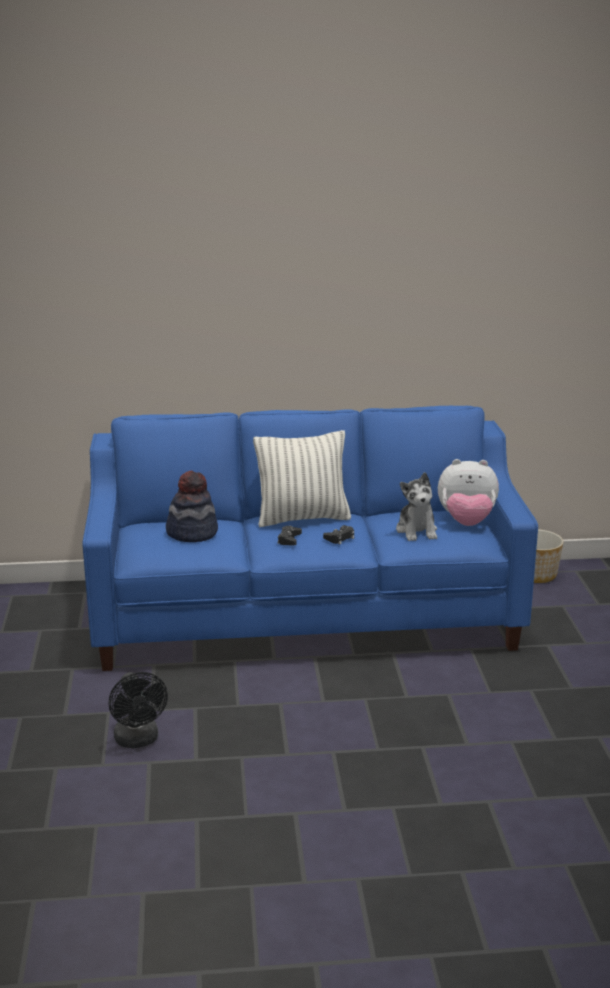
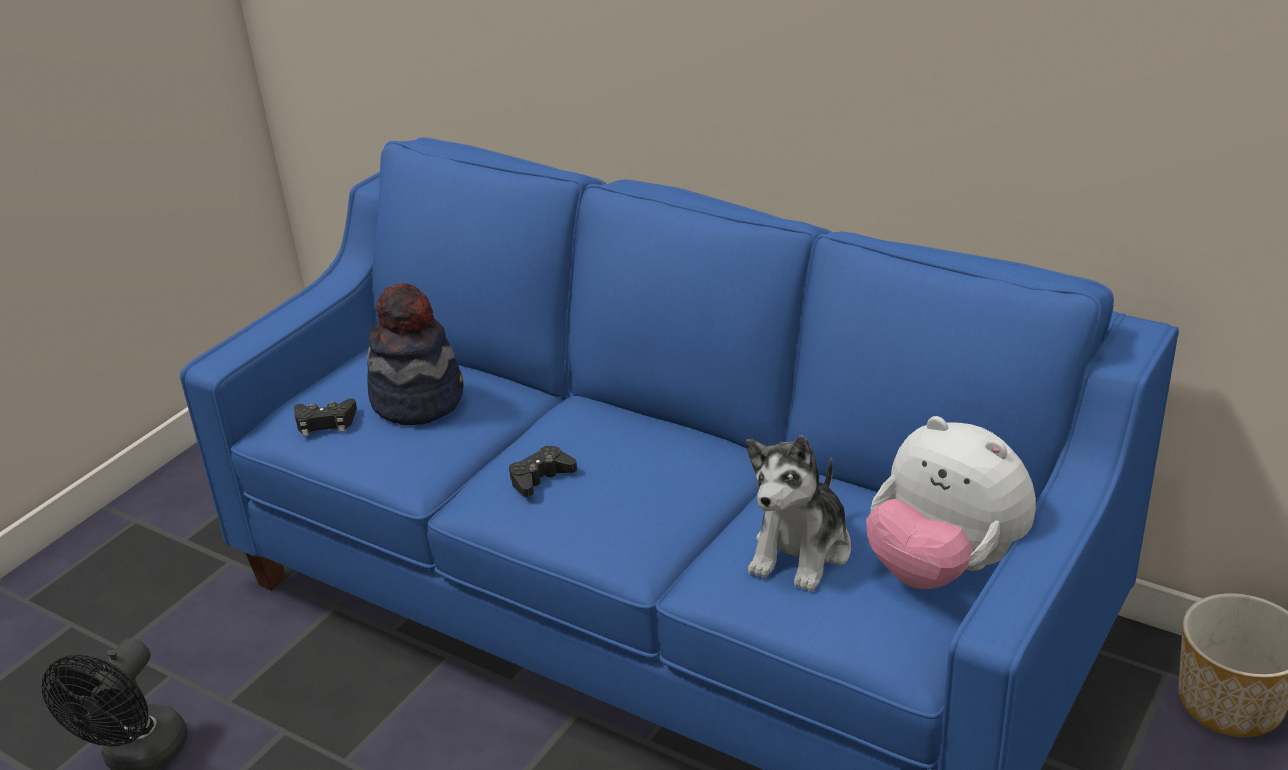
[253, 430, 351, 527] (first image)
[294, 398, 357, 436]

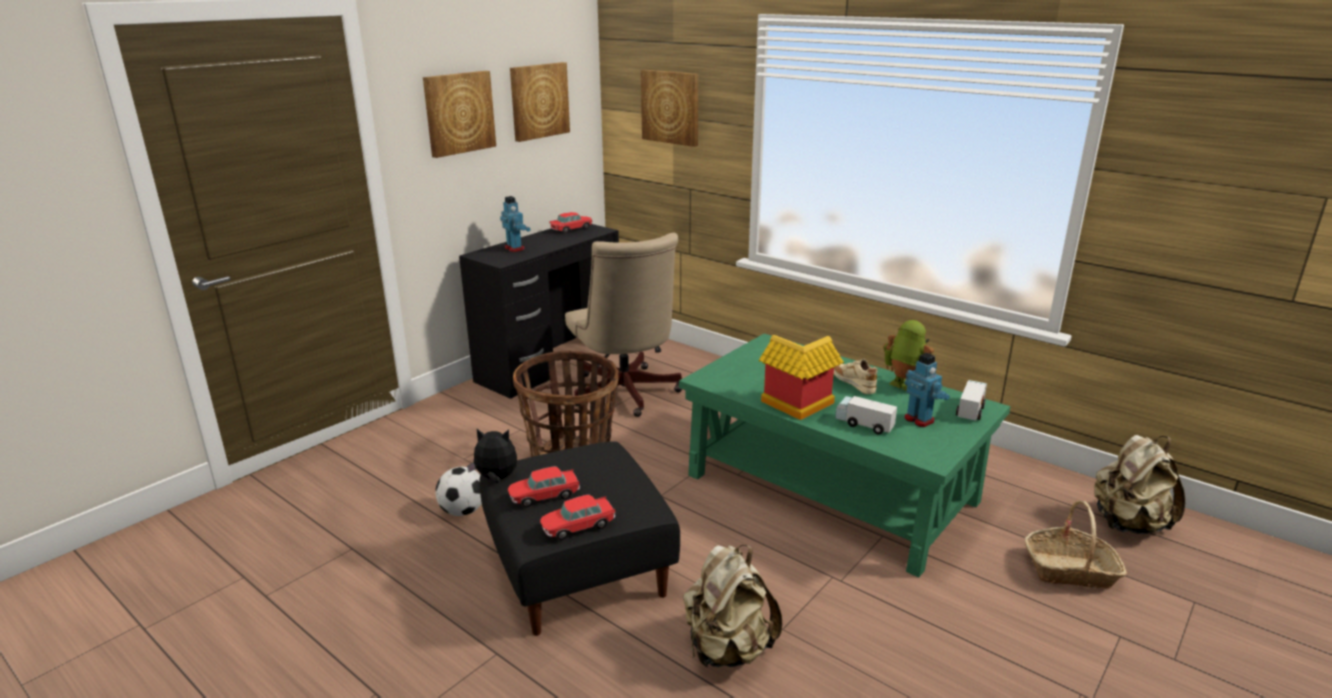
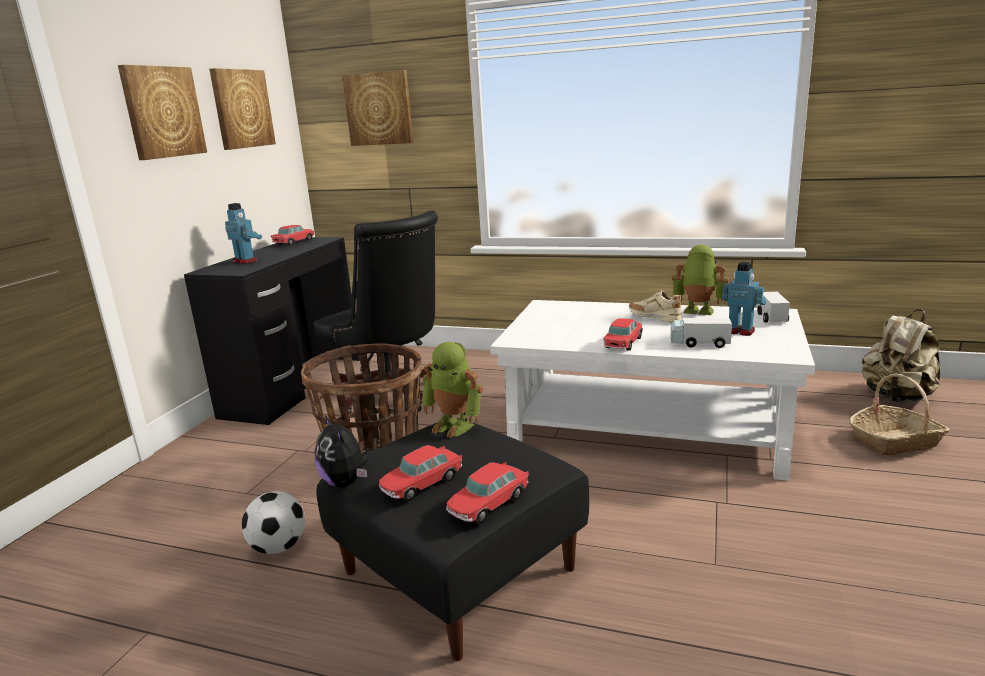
[683, 545, 782, 668] (first image)
[422, 342, 483, 438]
[604, 318, 643, 351]
[313, 210, 438, 413]
[490, 300, 815, 481]
[315, 414, 371, 488]

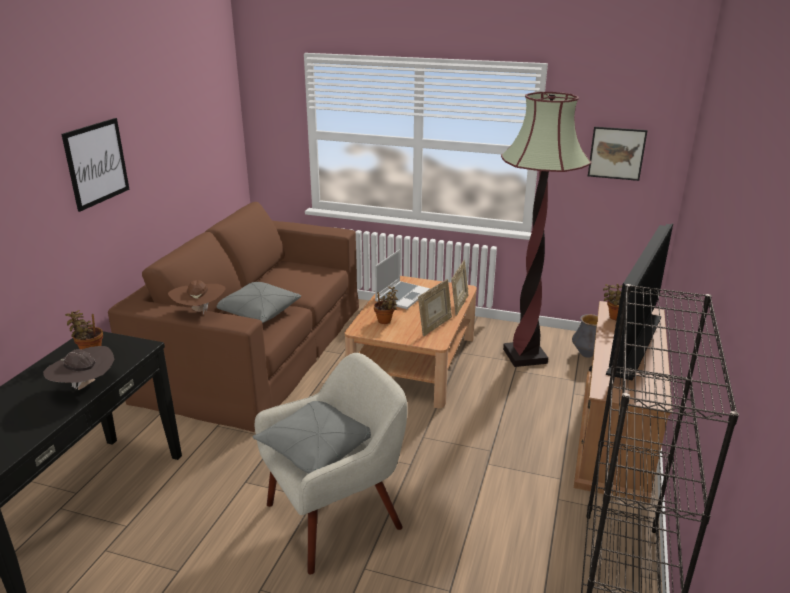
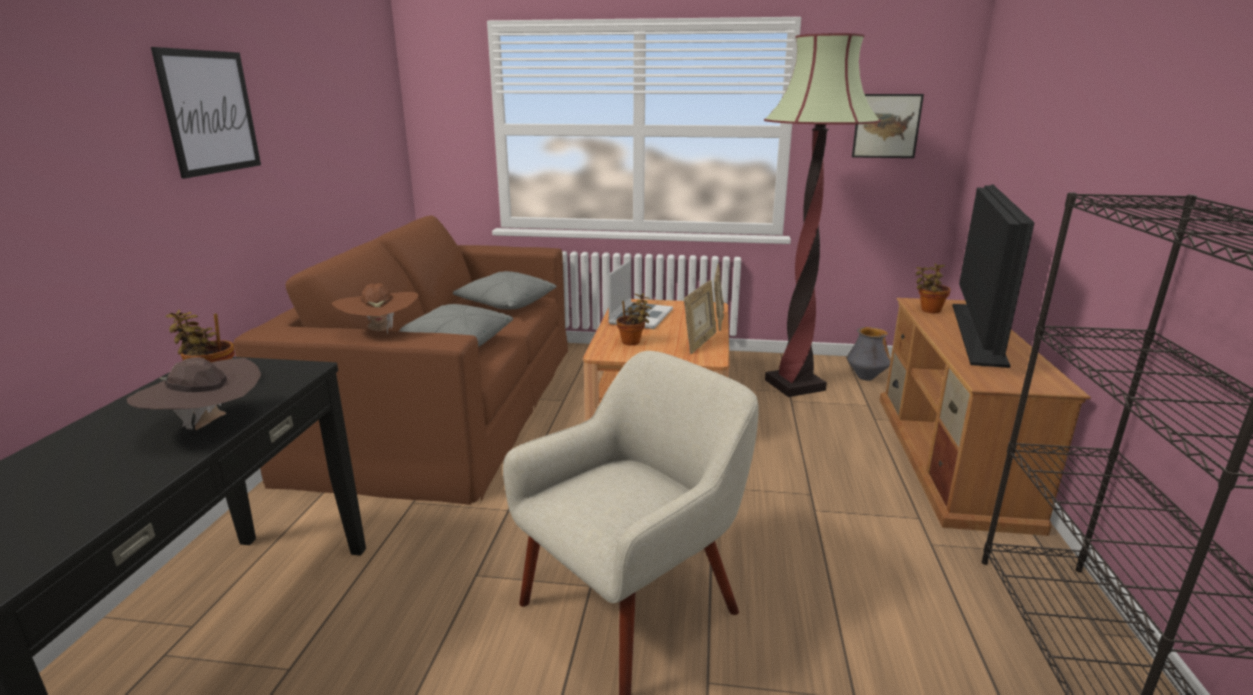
[453, 271, 556, 309]

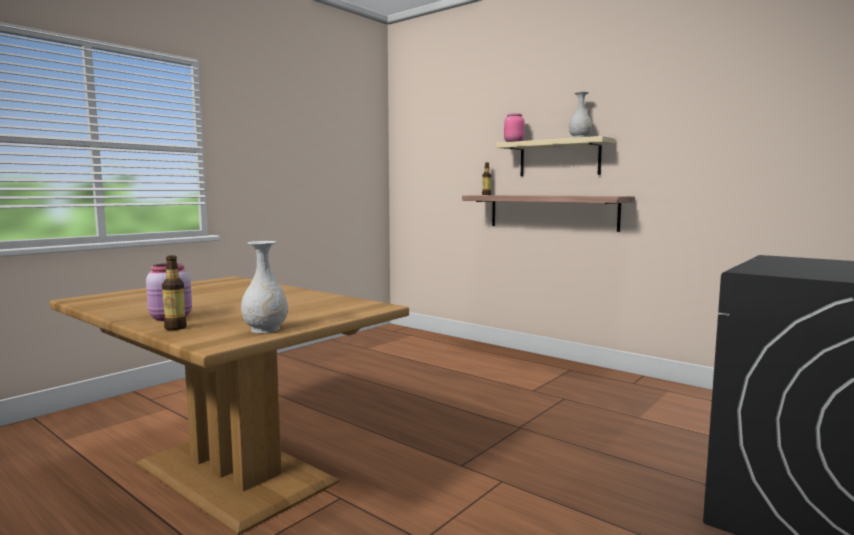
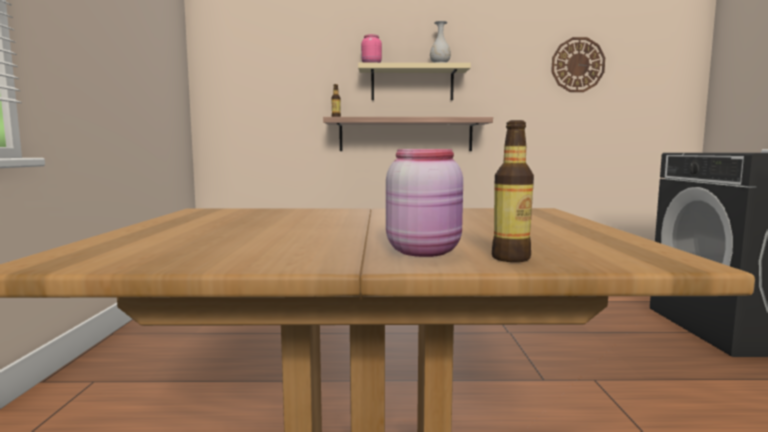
[241, 241, 288, 334] (first image)
[551, 37, 605, 92]

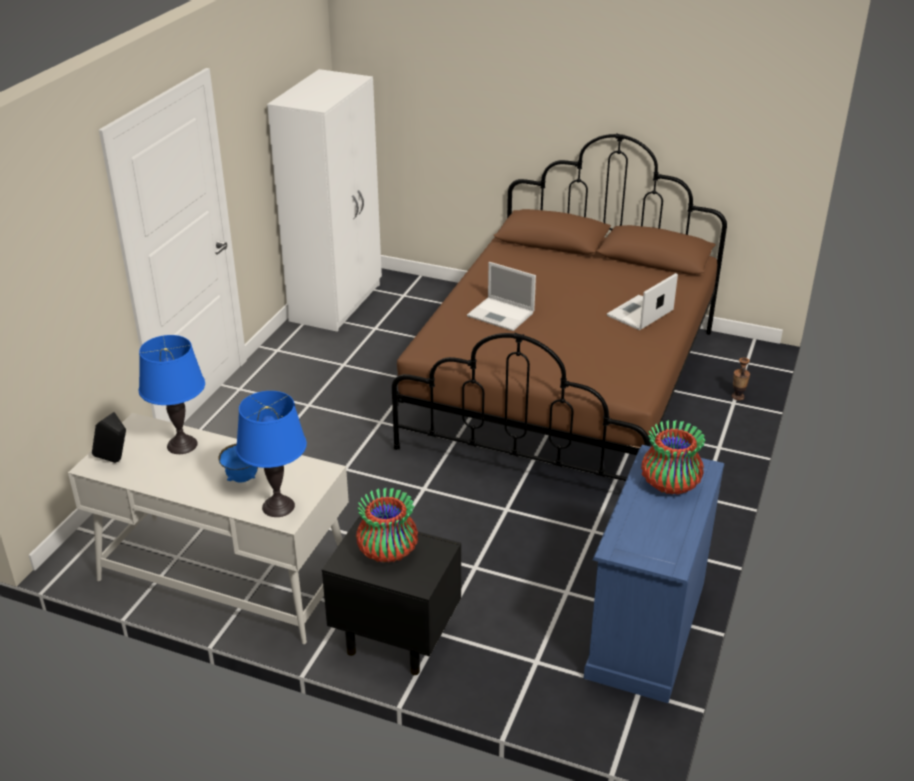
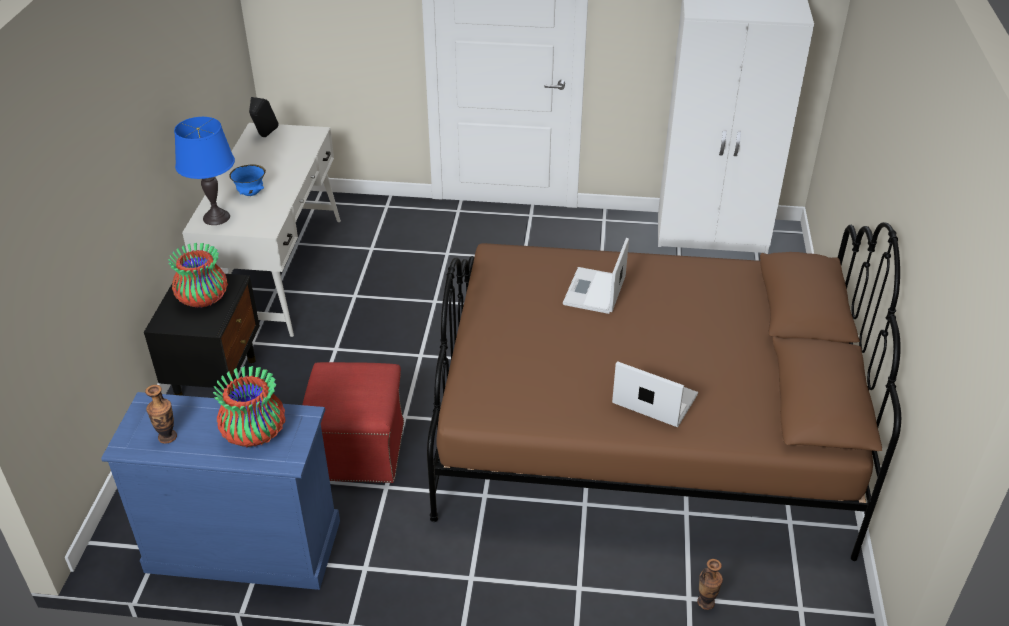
[139, 335, 205, 454] (first image)
[145, 385, 177, 444]
[302, 362, 404, 483]

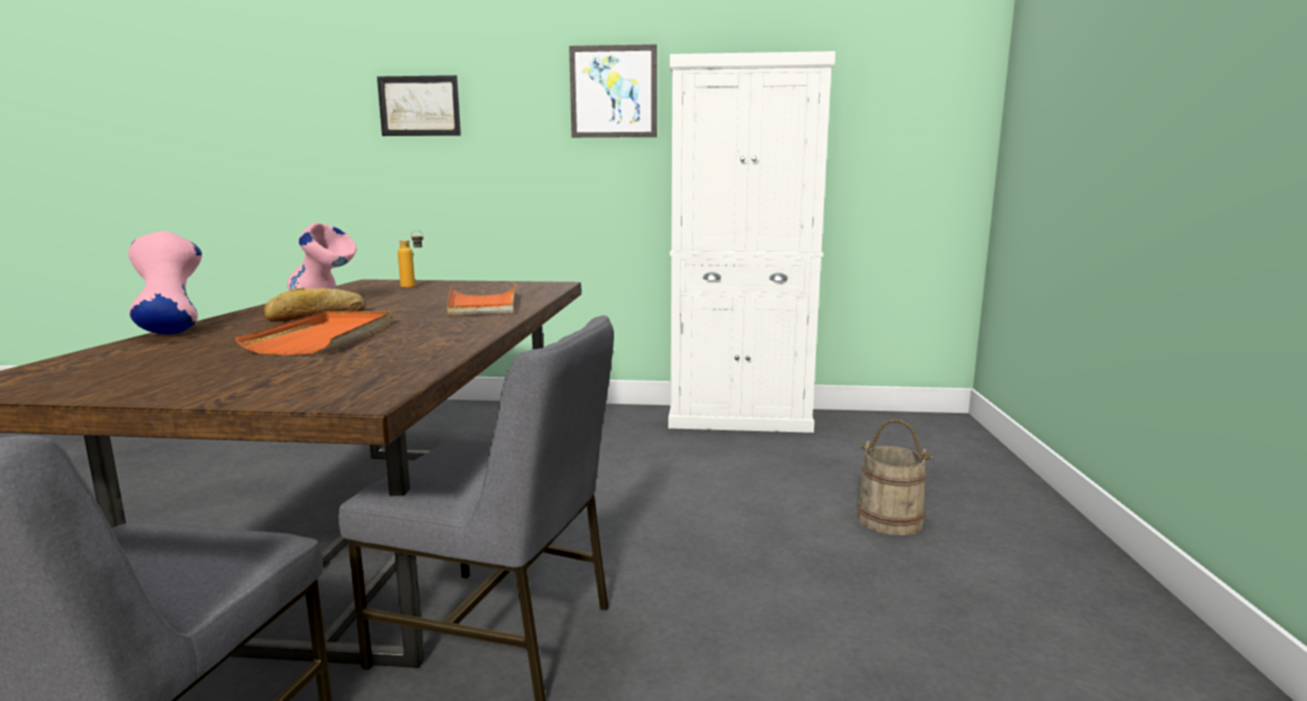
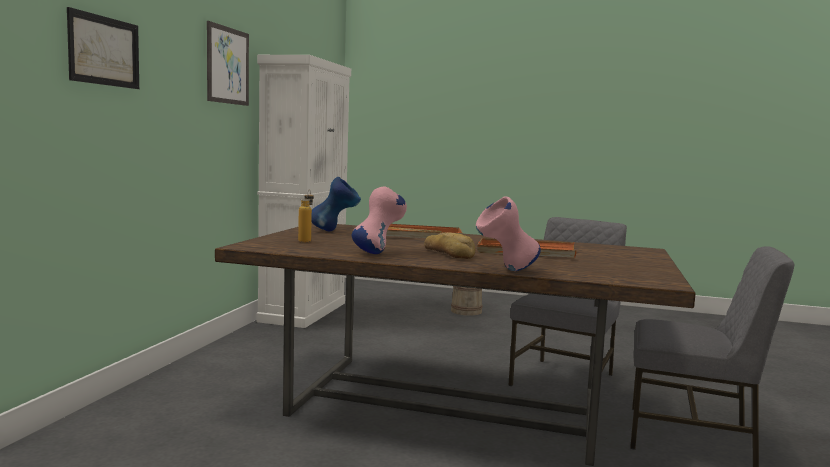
[311, 177, 361, 231]

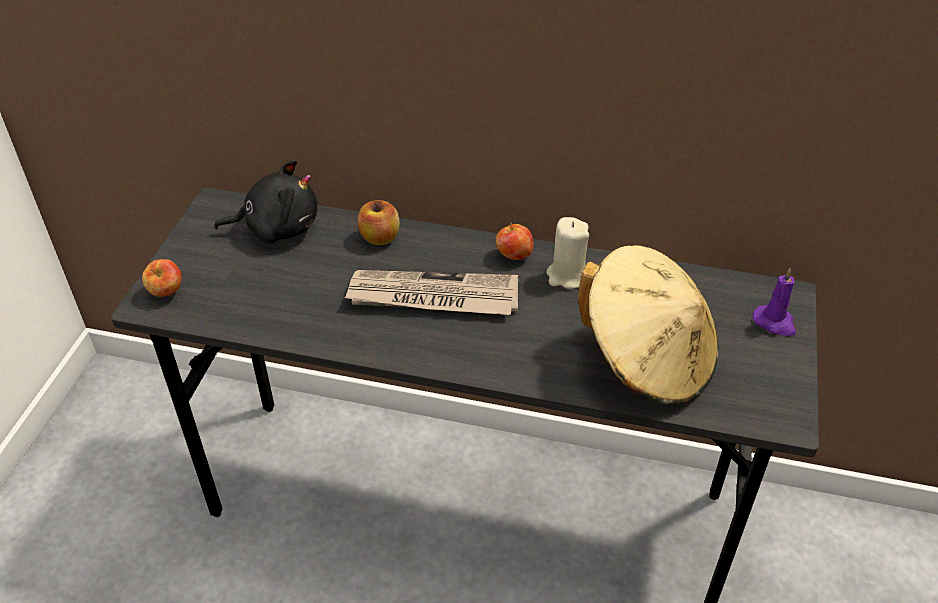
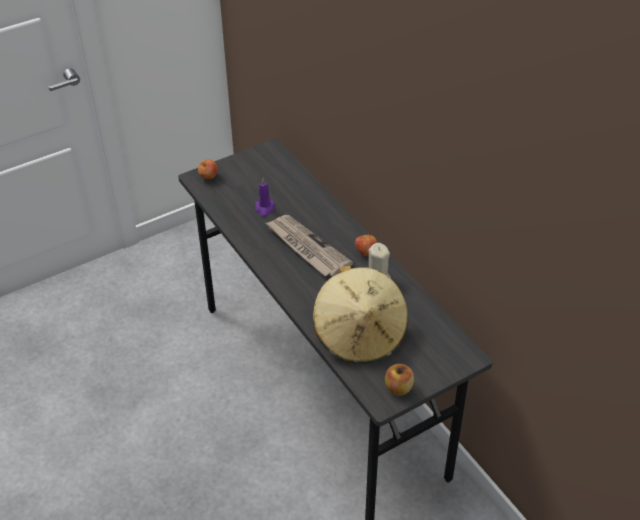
[214, 160, 318, 243] (first image)
[385, 364, 414, 395]
[255, 178, 275, 217]

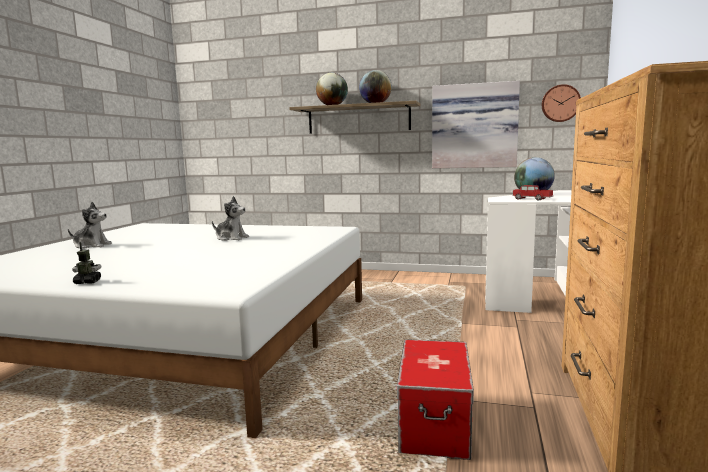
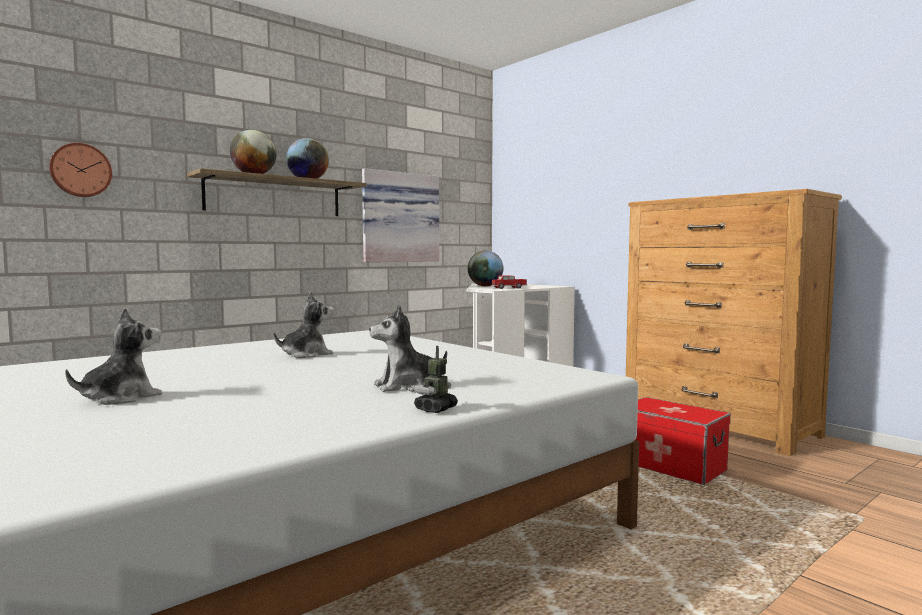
[369, 305, 447, 392]
[49, 143, 112, 197]

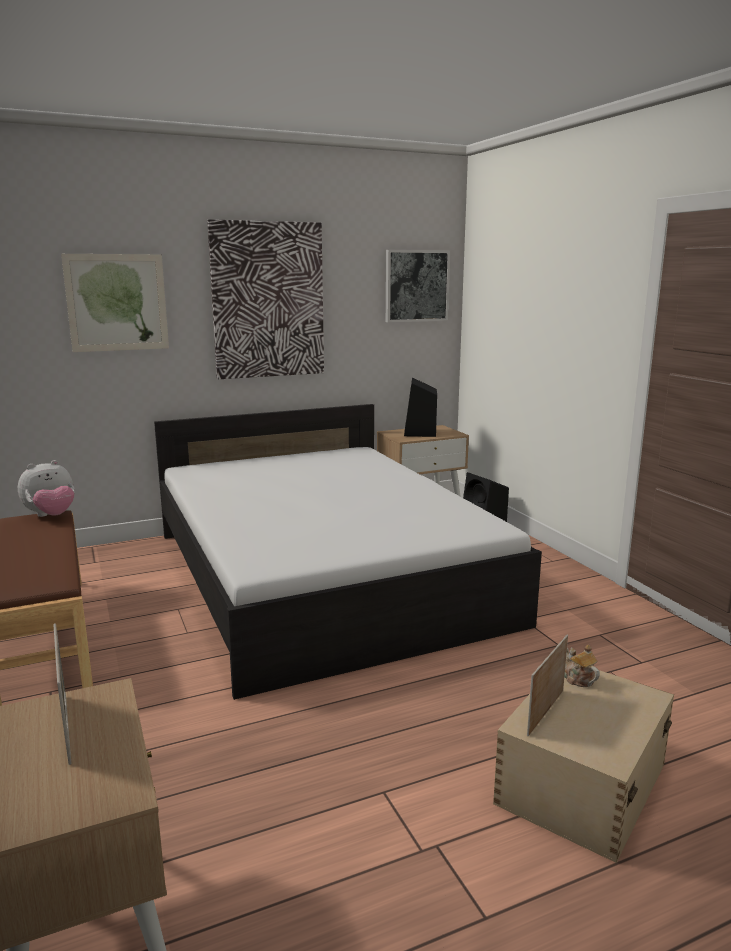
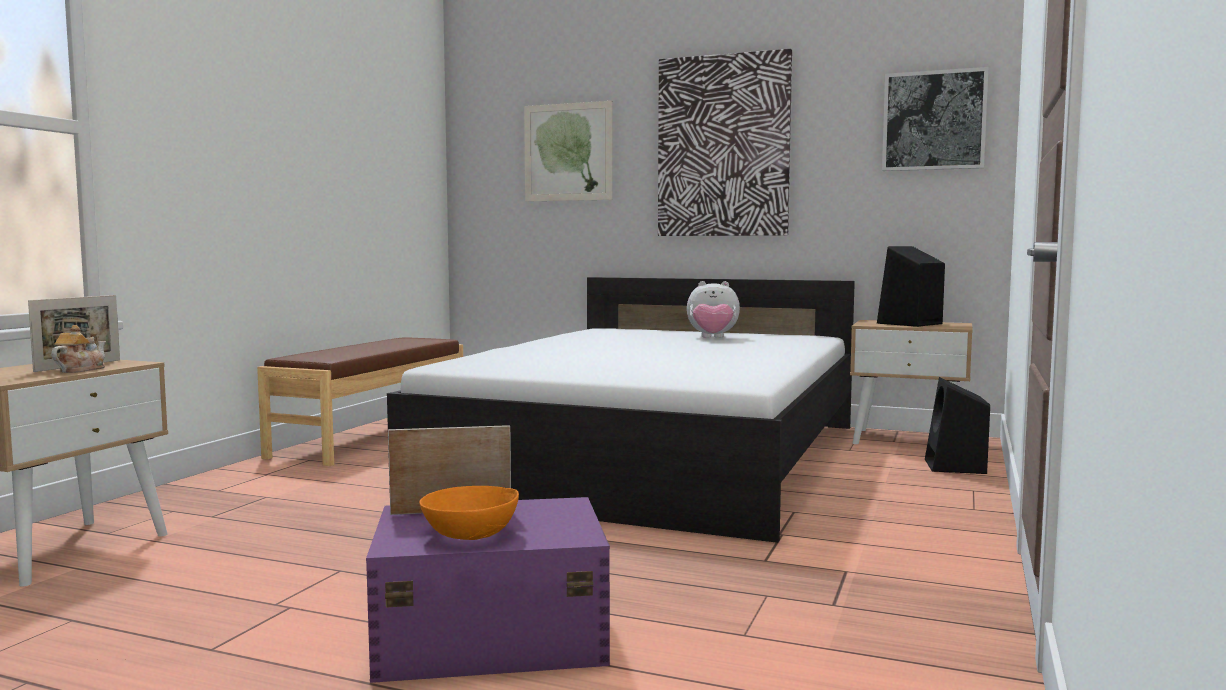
[419, 486, 519, 540]
[687, 281, 740, 338]
[51, 325, 106, 373]
[366, 497, 610, 683]

